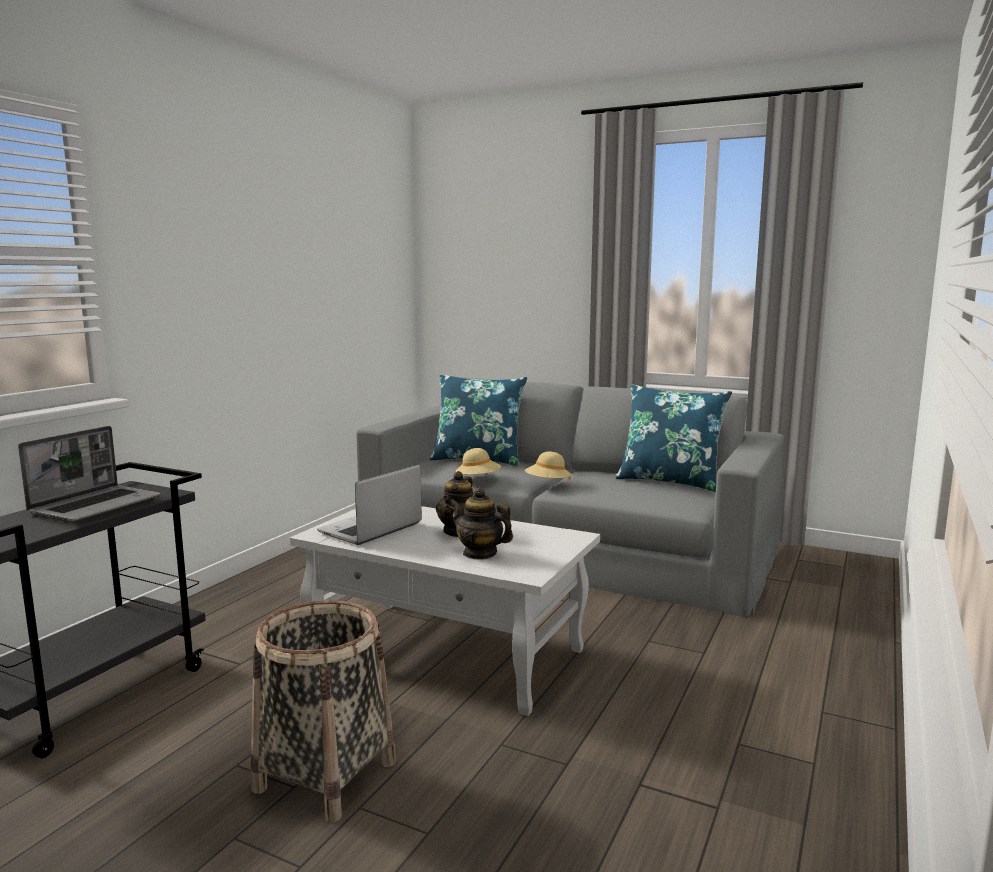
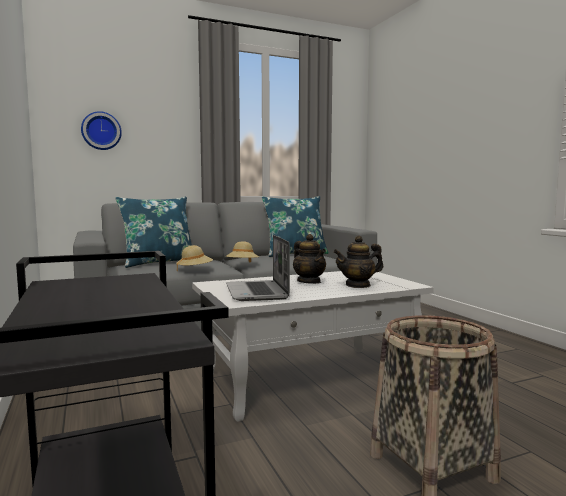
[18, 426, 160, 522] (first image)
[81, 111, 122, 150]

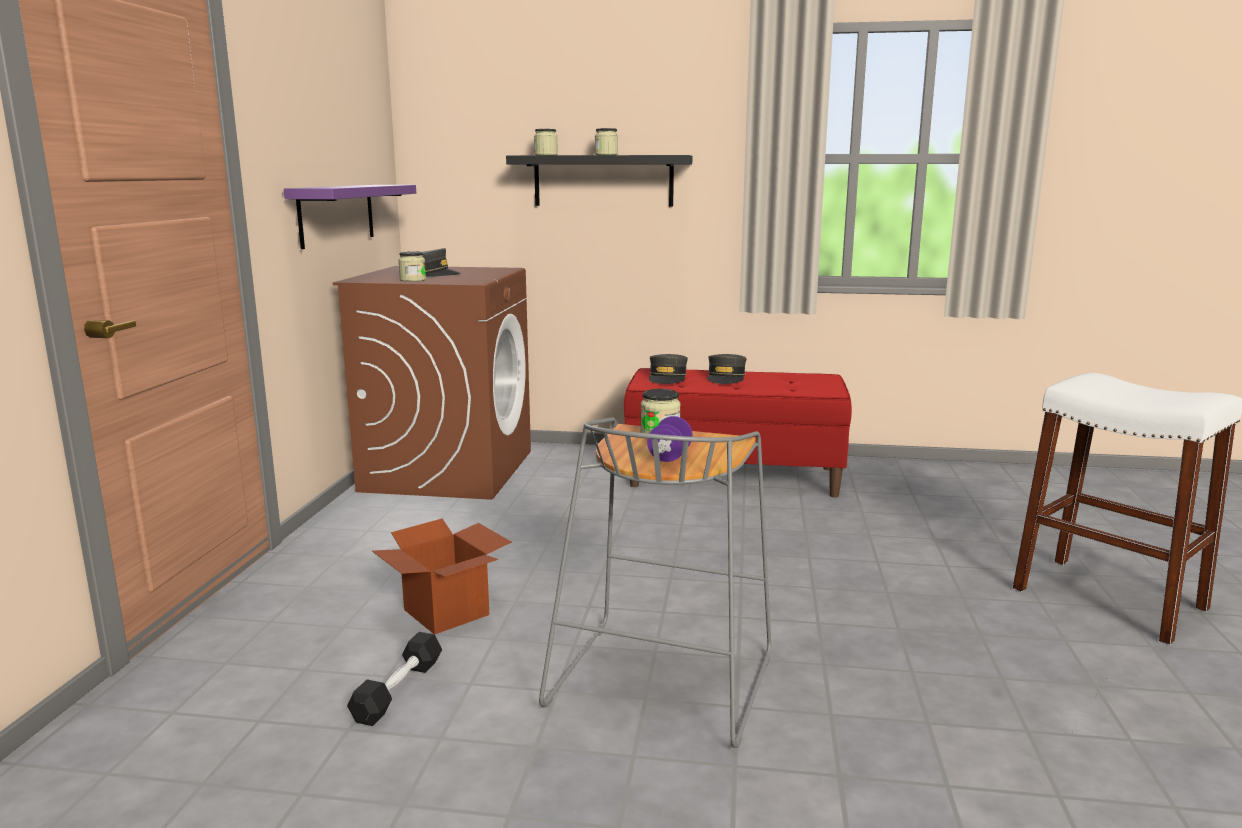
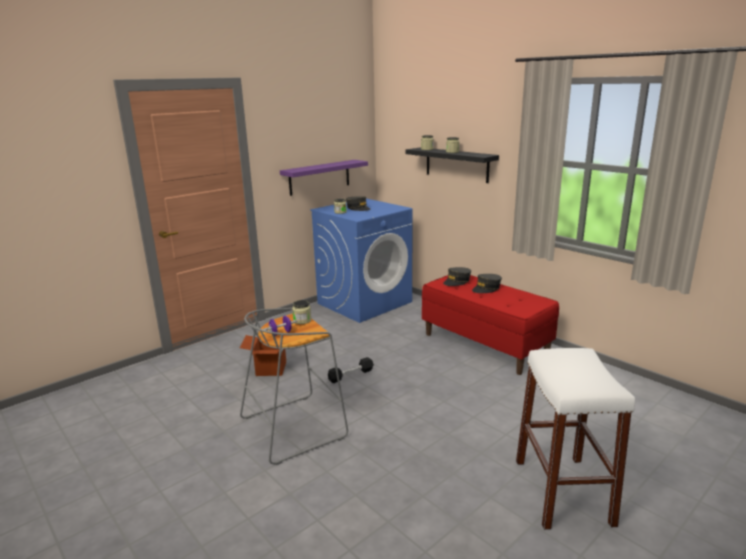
[328, 357, 374, 383]
[310, 198, 413, 323]

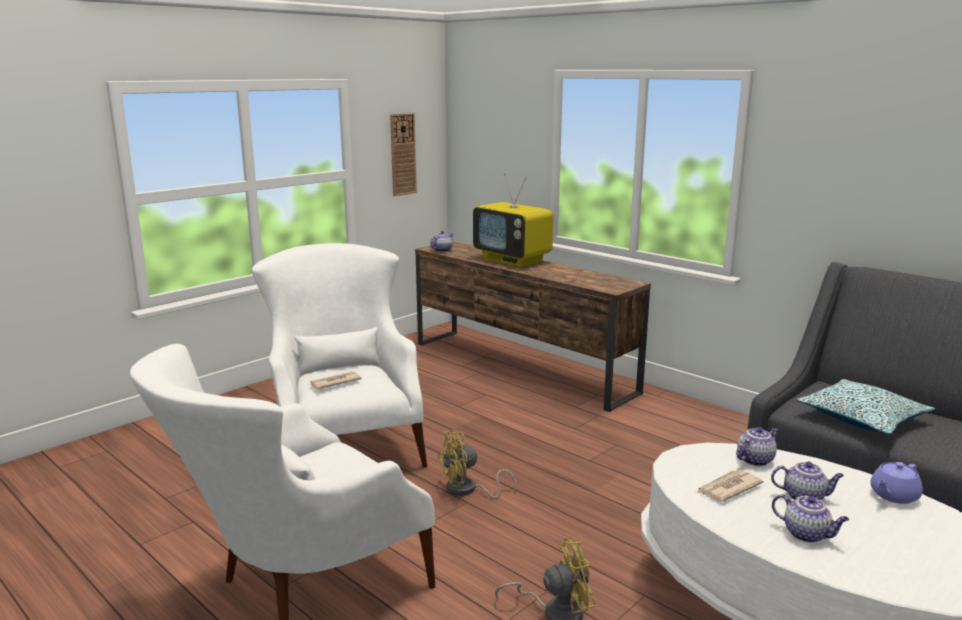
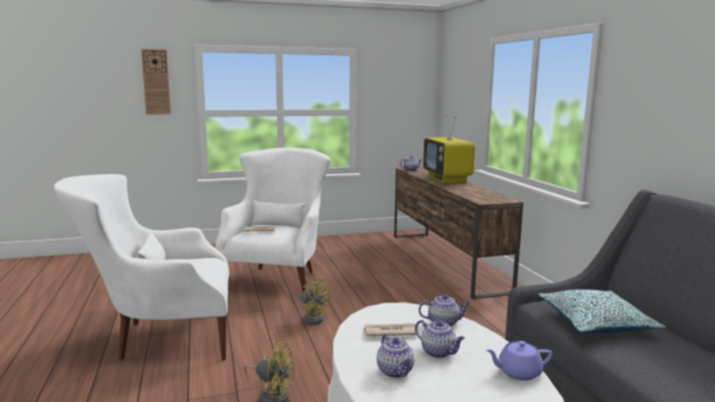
[141, 49, 171, 114]
[299, 277, 331, 325]

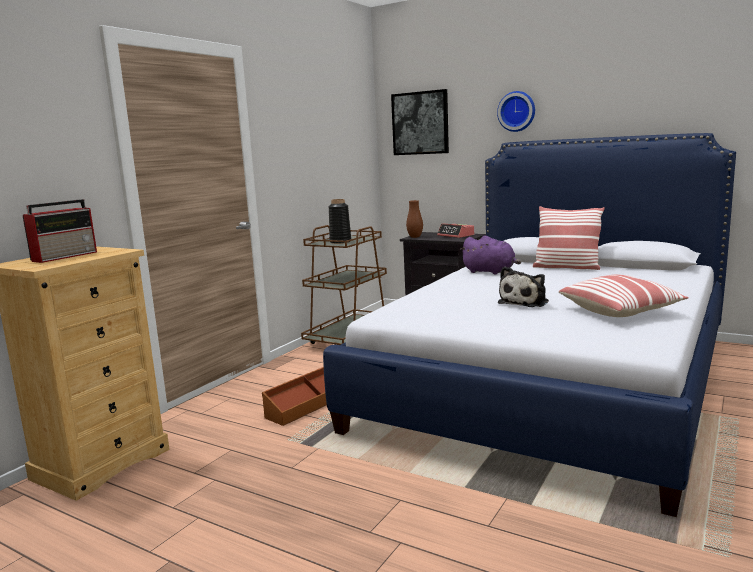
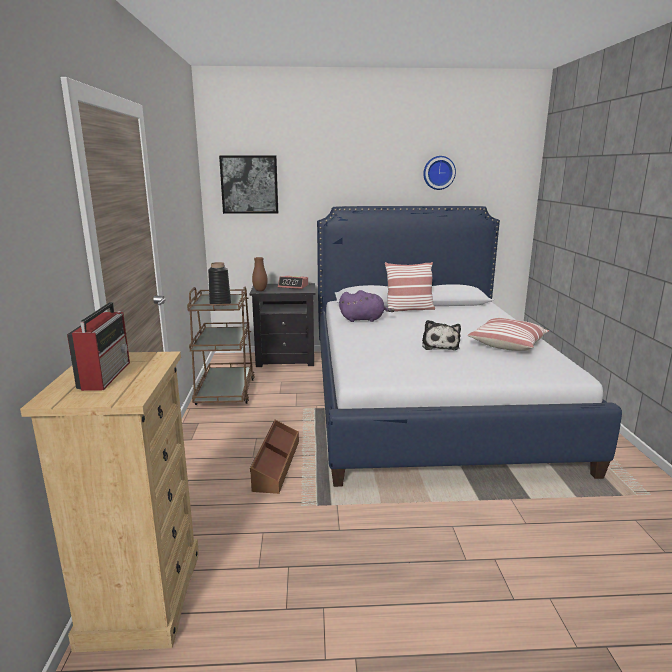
[423, 156, 456, 190]

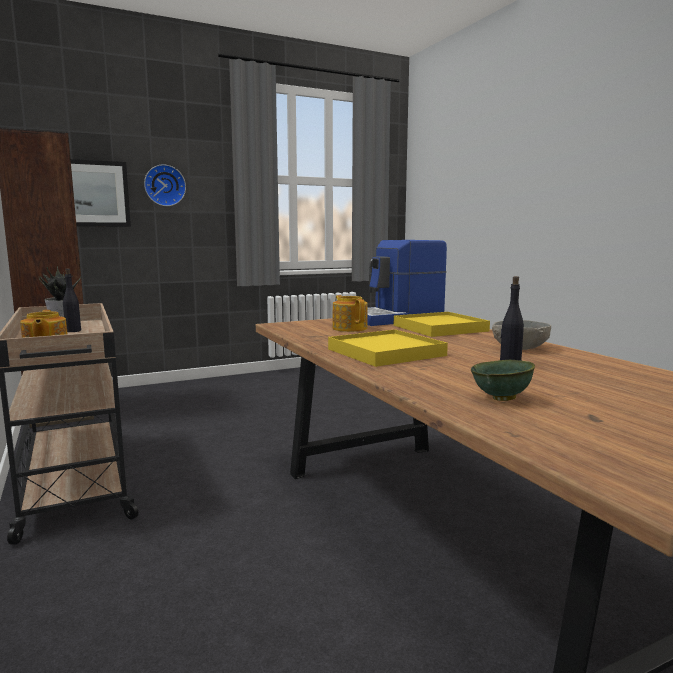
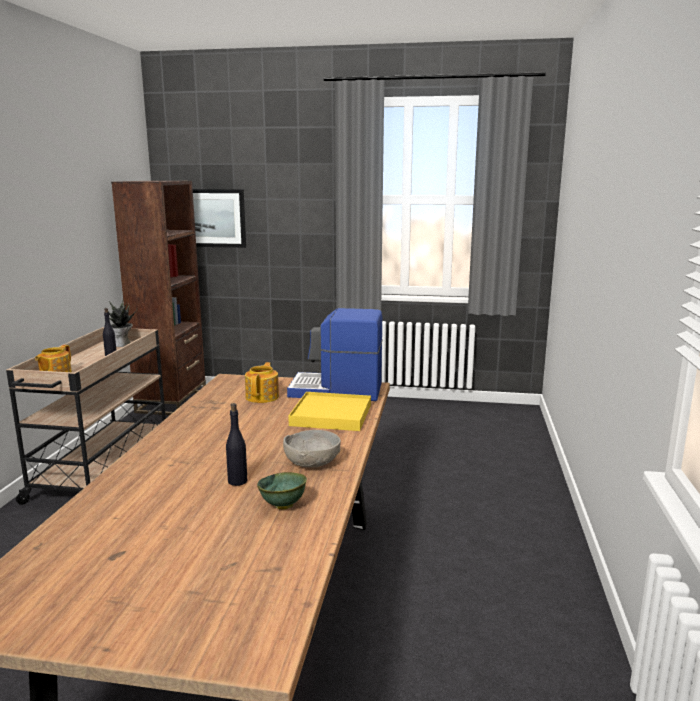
[144, 165, 186, 206] (first image)
[328, 329, 448, 367] (first image)
[257, 472, 307, 509]

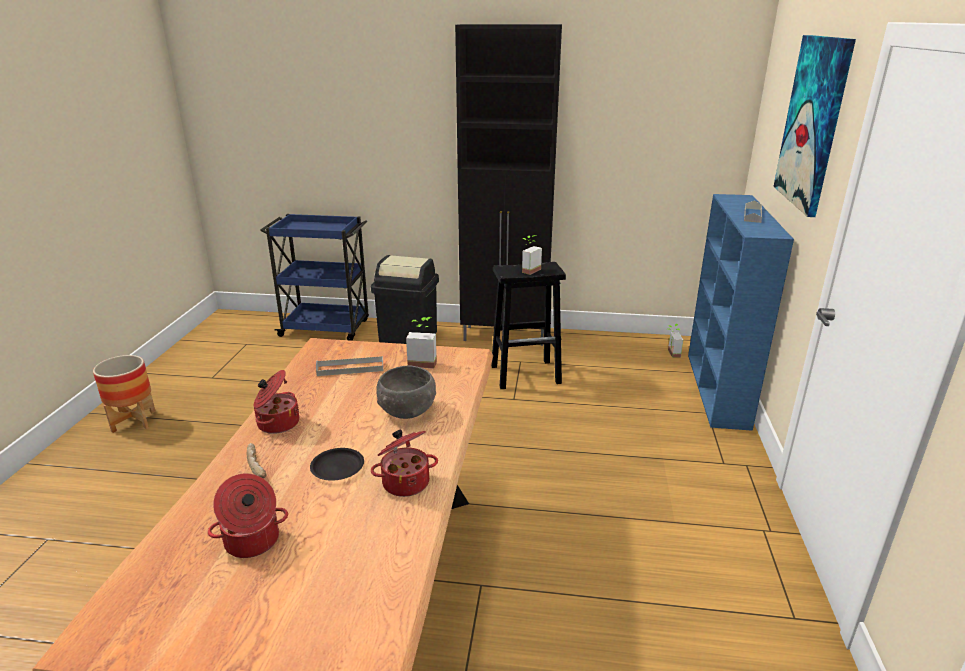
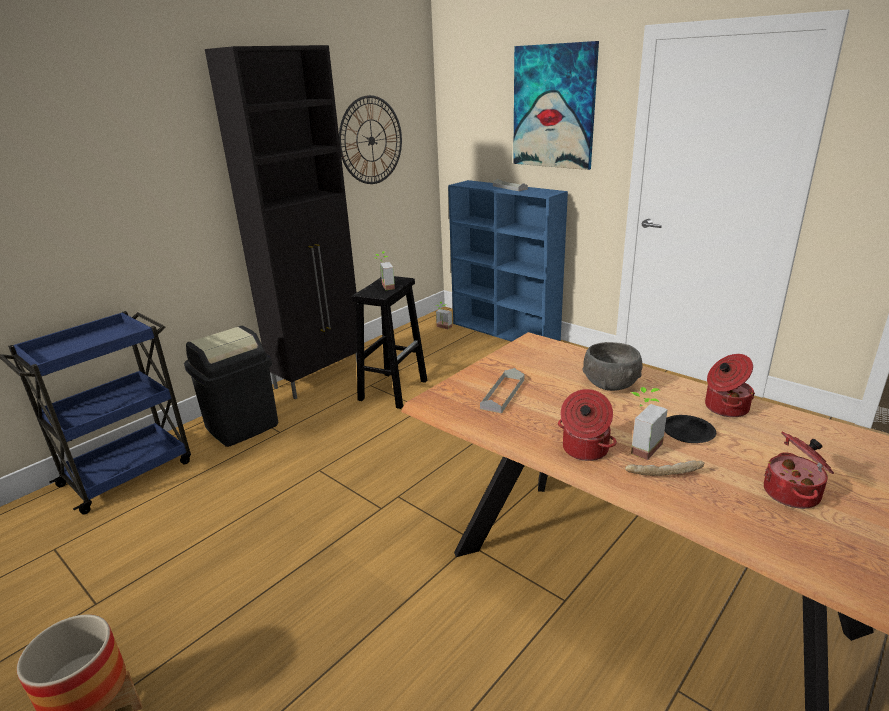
[339, 95, 402, 184]
[631, 387, 668, 460]

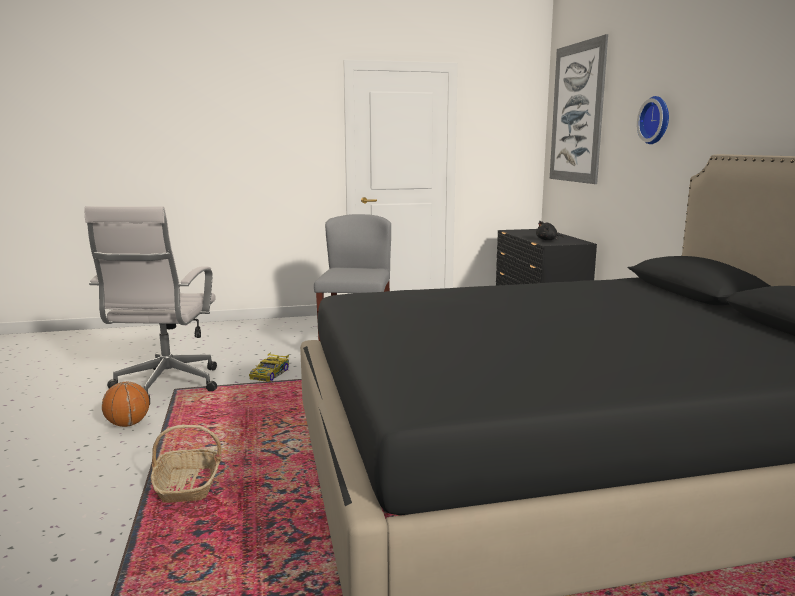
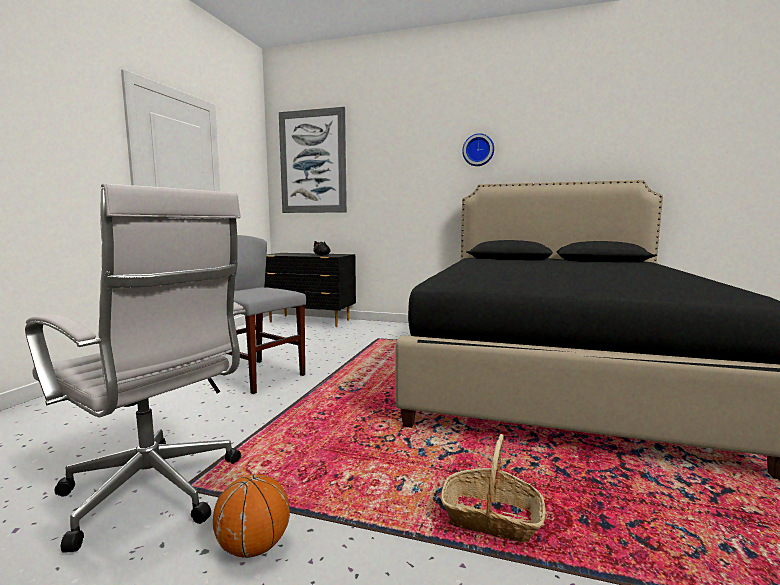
[249, 353, 289, 382] (first image)
[462, 134, 494, 166]

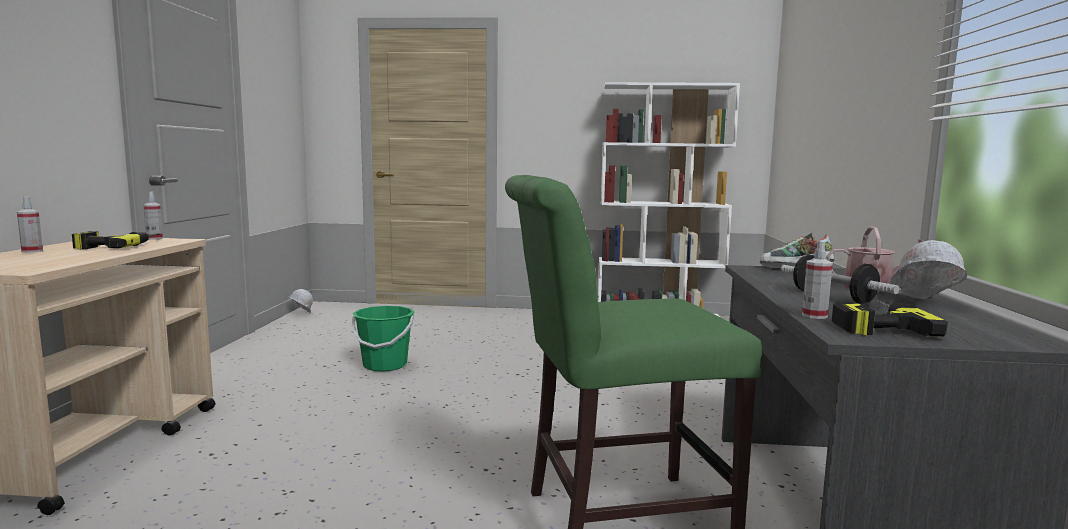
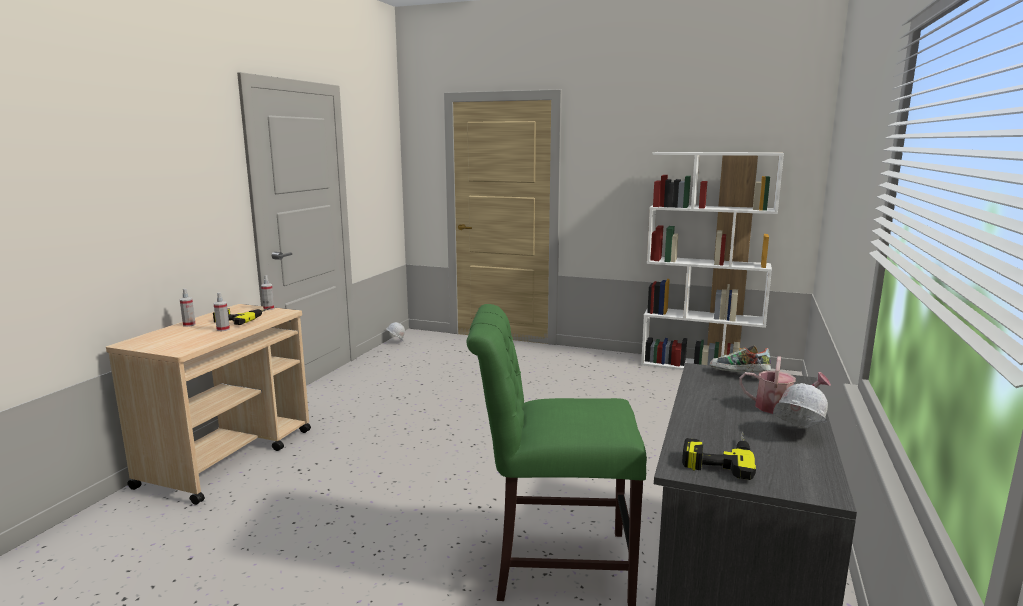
[352, 306, 414, 372] (first image)
[781, 255, 899, 304] (first image)
[214, 293, 230, 331]

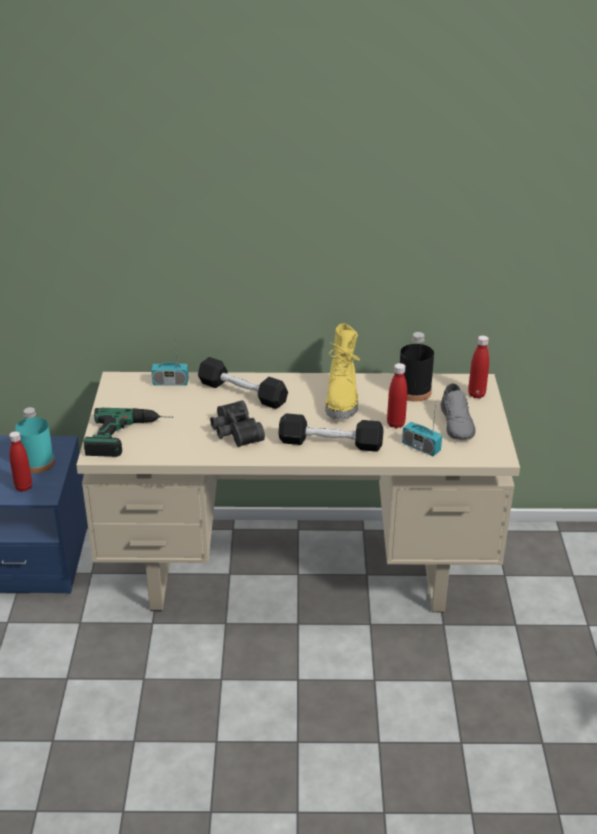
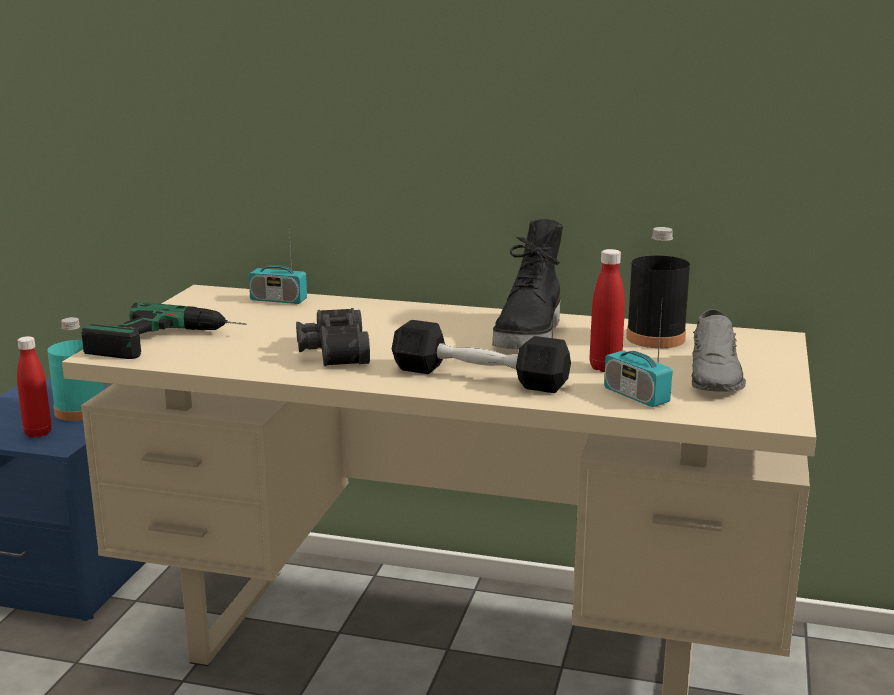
[198, 357, 288, 409] (first image)
[468, 335, 489, 399] (first image)
[492, 219, 563, 349]

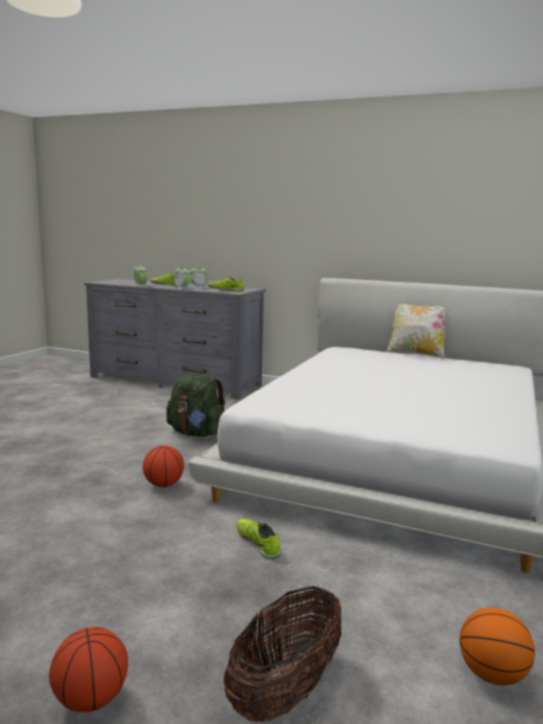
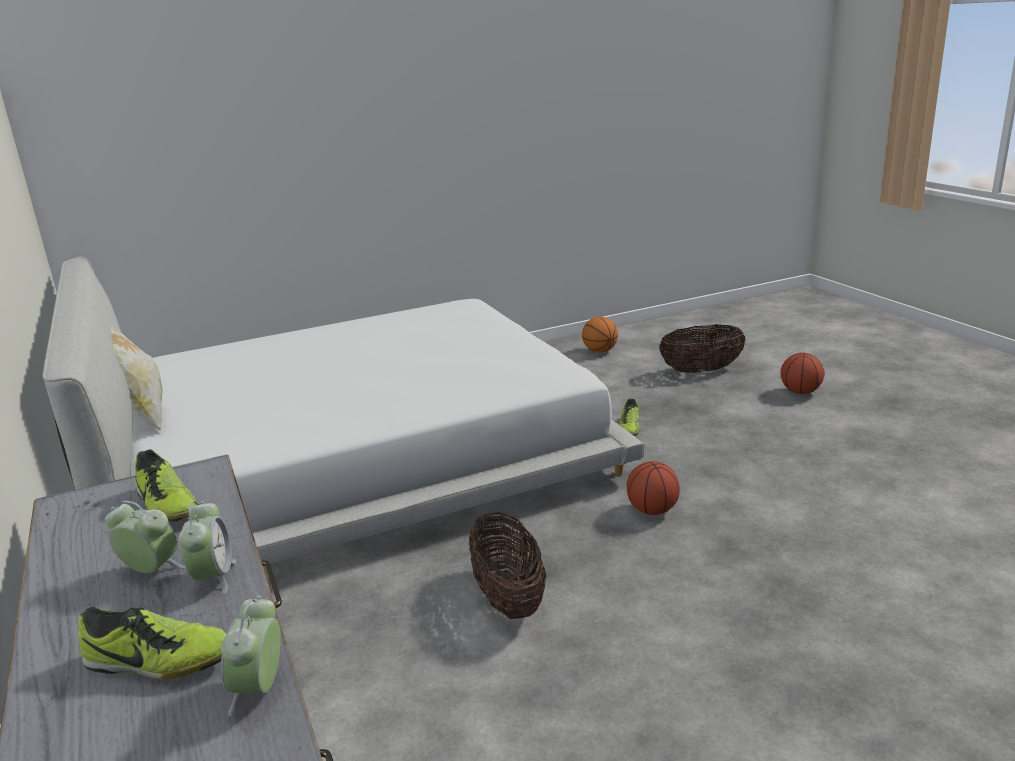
[469, 512, 547, 619]

